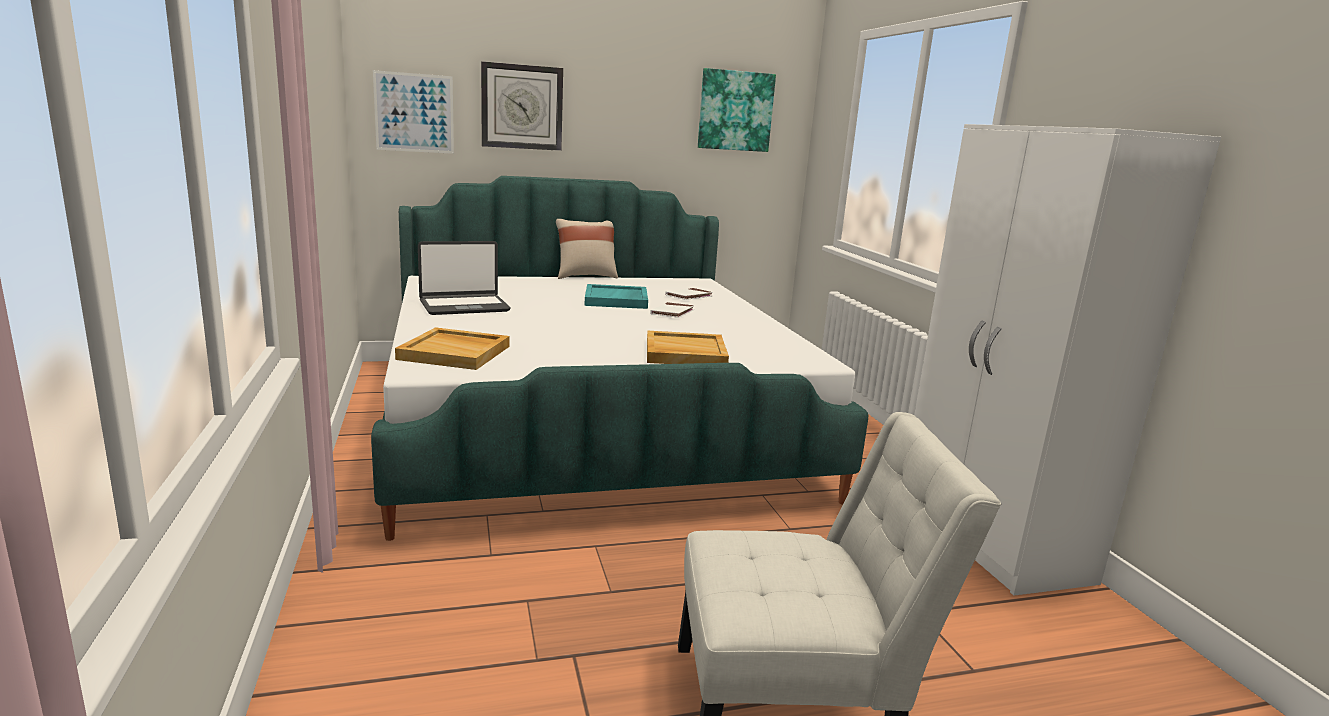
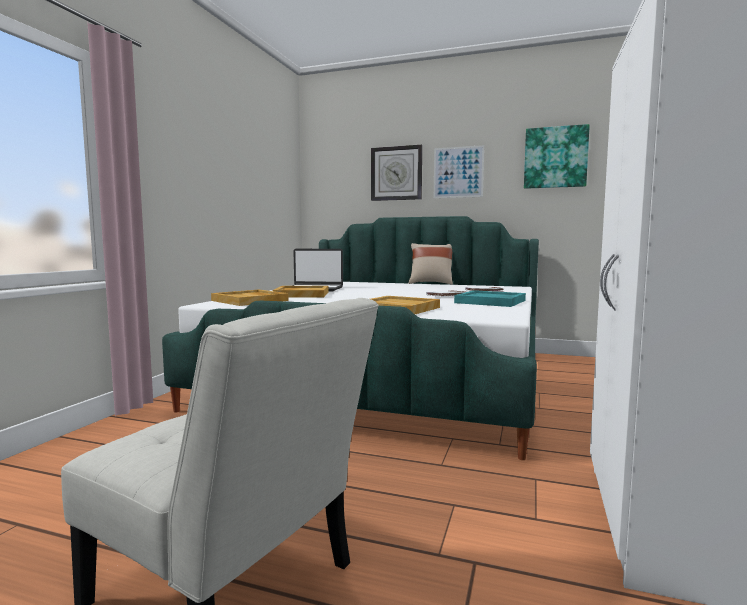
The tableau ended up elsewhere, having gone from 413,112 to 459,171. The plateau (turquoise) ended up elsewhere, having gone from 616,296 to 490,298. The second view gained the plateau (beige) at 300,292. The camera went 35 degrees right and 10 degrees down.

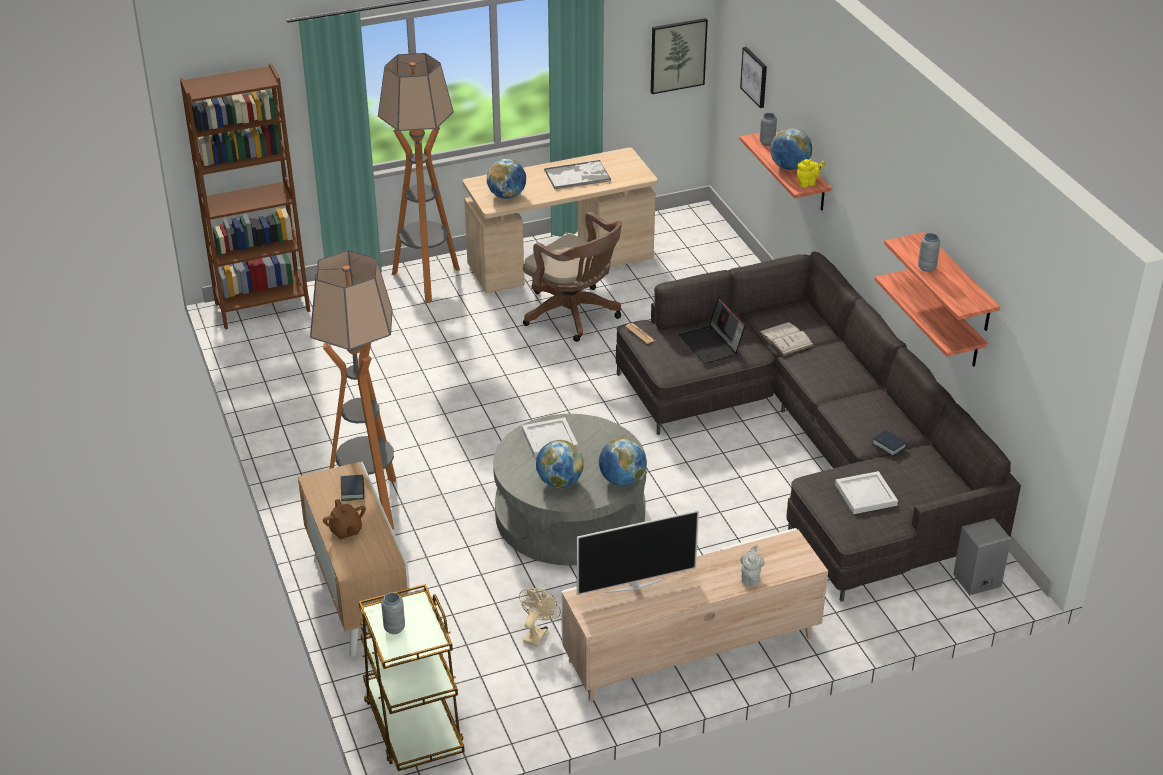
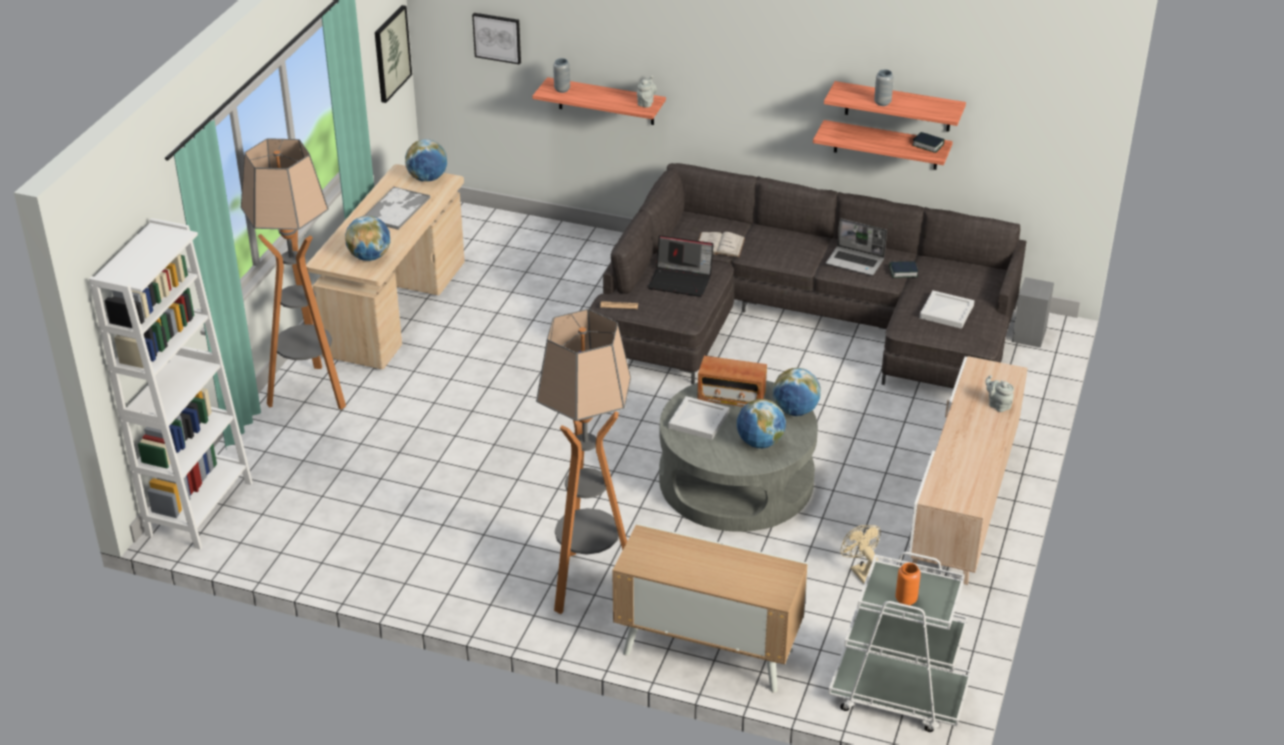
What was the bibliothèque (marron) at 245,196 turned into the bibliothèque (blanc) at 171,384. The globe ended up elsewhere, having gone from 791,149 to 426,160. What was the théière (jaune) at 811,173 turned into the théière (gris) at 647,92. The second view lost the chaise de bureau (marron) at 572,277. The livre ended up elsewhere, having gone from 352,488 to 928,142. The second view lost the théière (marron) at 344,519. The second view lost the téléviseur at 638,552. What was the chariot (marron) at 412,677 turned into the chariot (blanc) at 900,642. What was the vase (gris) at 393,613 turned into the vase (orange) at 908,584. The second view gained the ordinateur portable at 856,246. The second view gained the radio at 732,381. The camera went 50 degrees left and 0 degrees up.

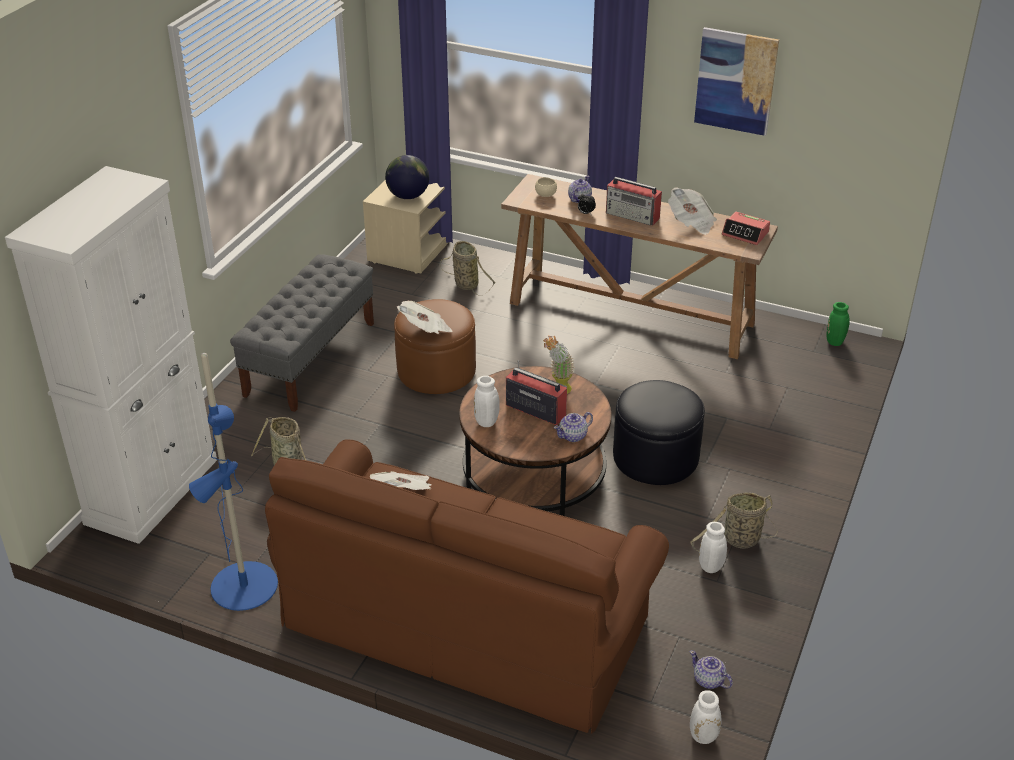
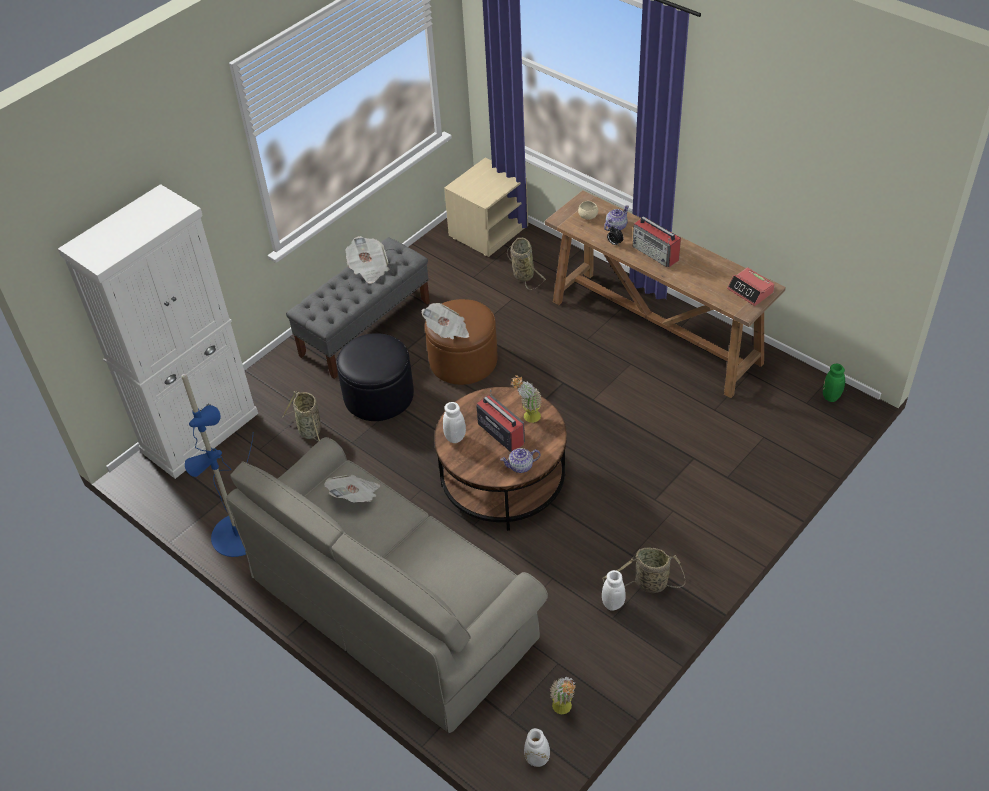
The second view lost the tableau at 736,81. The second view lost the globe at 407,177. The journal ended up elsewhere, having gone from 692,211 to 367,260. The pouf (noir) ended up elsewhere, having gone from 659,432 to 375,377. What was the canapé (marron) at 467,586 turned into the canapé (gris) at 387,585. Where the théière stood at 711,669, the plante en pot came to stand at 563,695. The camera went 20 degrees right and 10 degrees up.

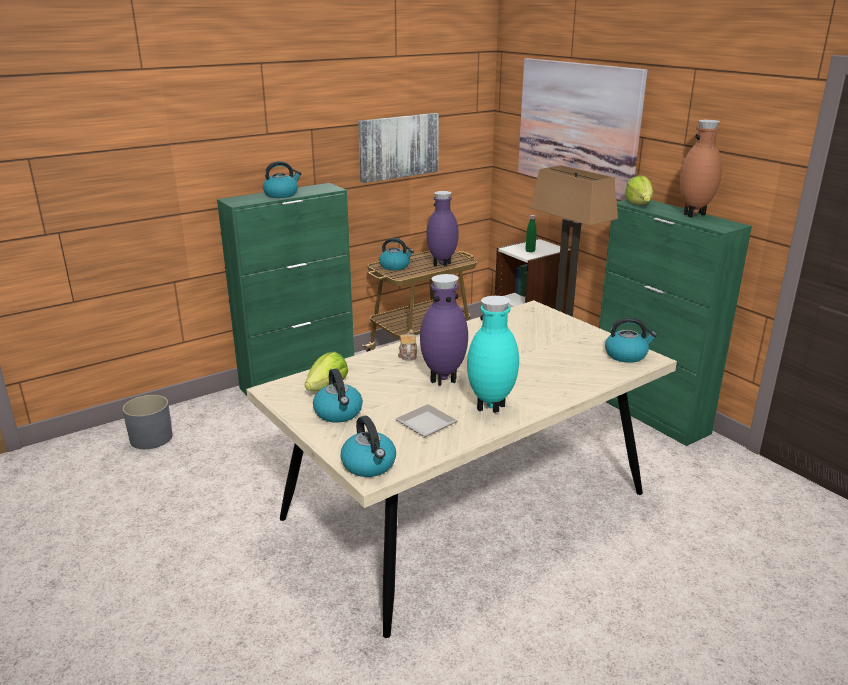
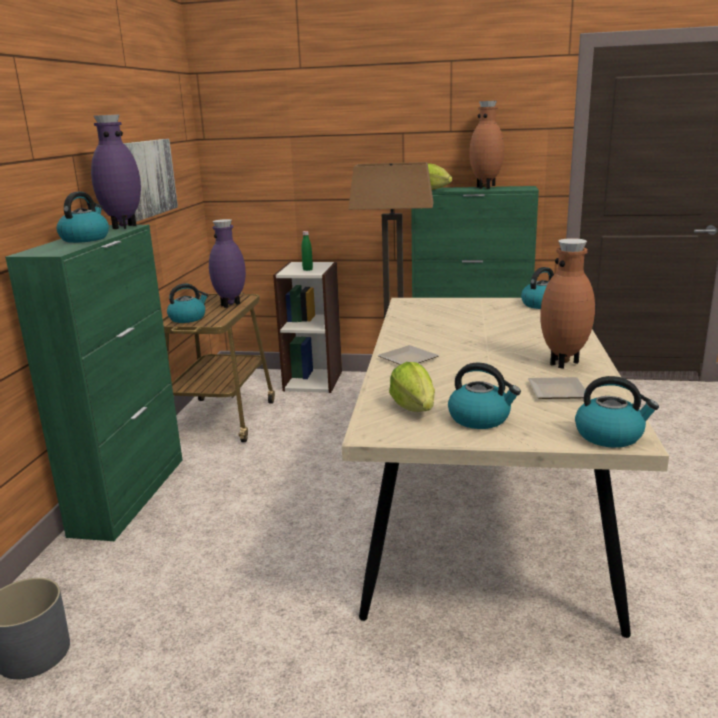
The second view lost the tableau at 583,129. The vase (violet) ended up elsewhere, having gone from 444,330 to 116,171. What was the vase (turquoise) at 493,354 turned into the vase (marron) at 567,303. Where the théière stood at 407,345, the assiette came to stand at 408,355. The camera went 45 degrees left and 5 degrees down.

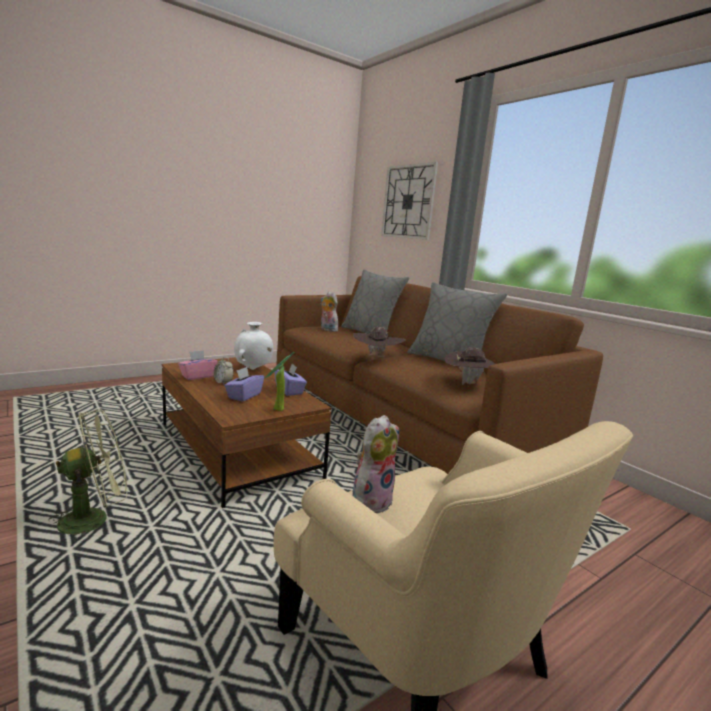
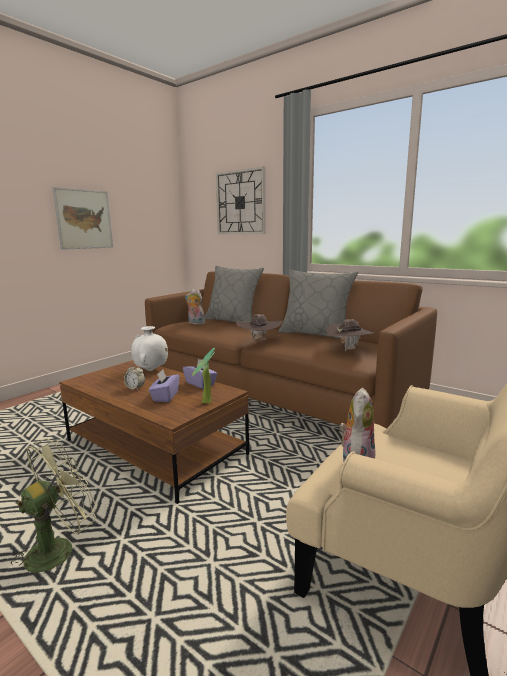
The second view lost the boîte à mouchoirs (rose) at 198,365. The second view gained the tableau at 82,218. The camera went 15 degrees left and 0 degrees up.

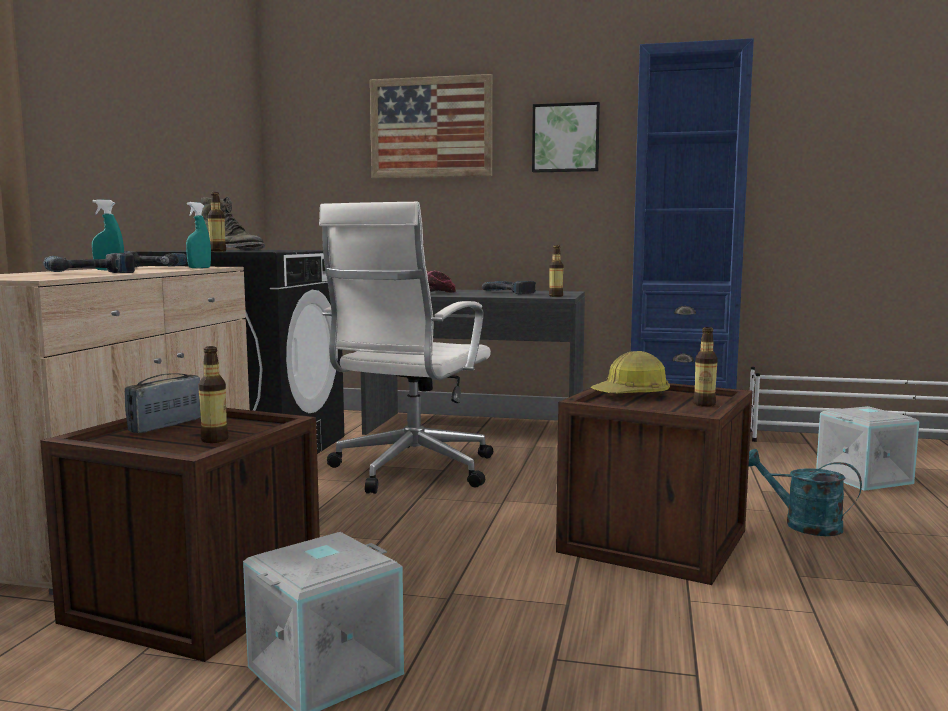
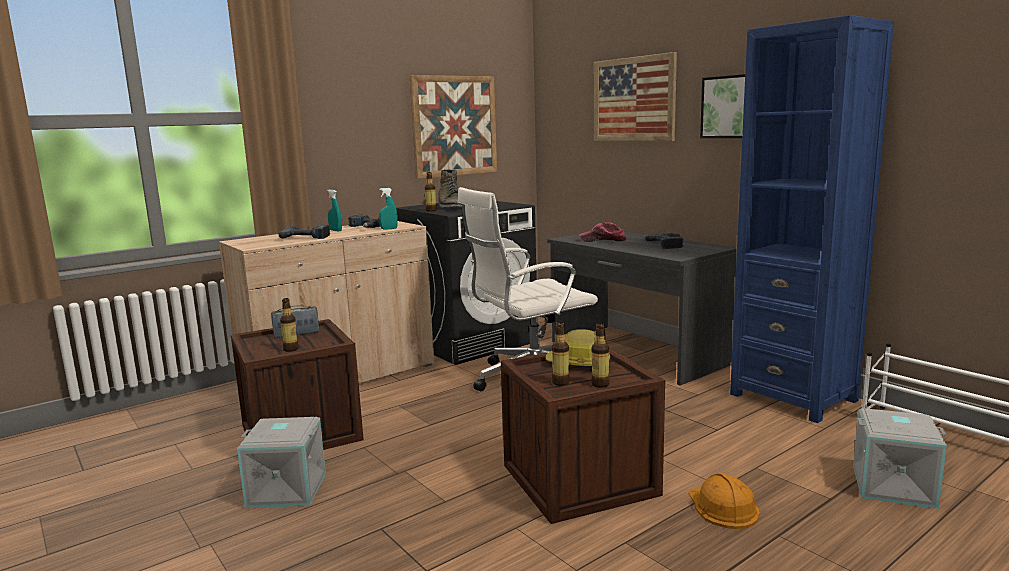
The bouteille ended up elsewhere, having gone from 556,271 to 561,354. Where the arrosoir (turquoise) stood at 805,492, the casque de chantier (orange) came to stand at 724,501. The second view gained the tableau at 453,127. The camera went 40 degrees right and 5 degrees up.

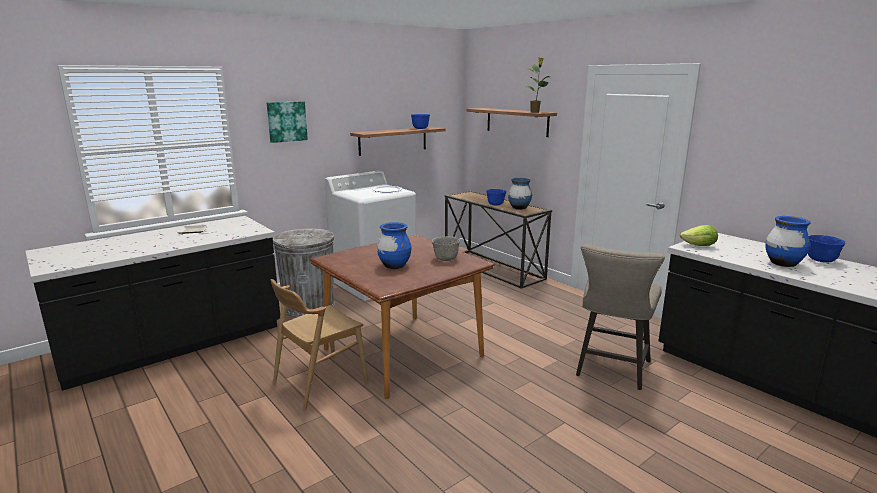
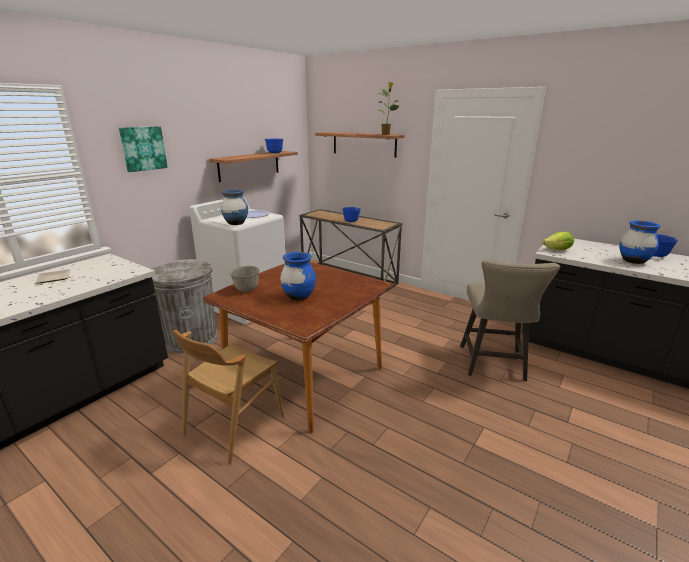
The vase (bleu) ended up elsewhere, having gone from 520,194 to 234,207. The bol (gris) ended up elsewhere, having gone from 446,248 to 244,279. The camera went 15 degrees left and 5 degrees up.

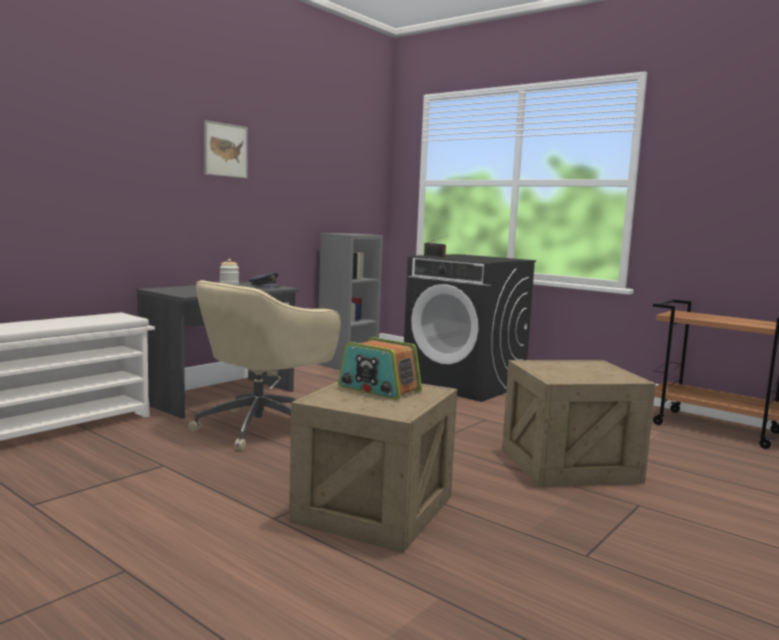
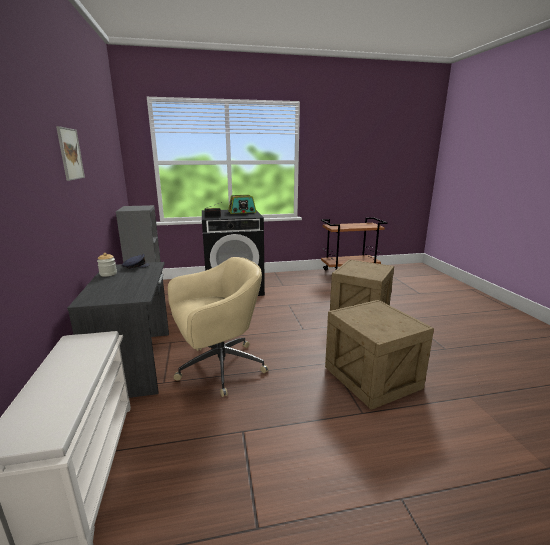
The chaise de bureau (beige) at 264,365 ended up facing another way, 105 degrees counterclockwise from before. The radio ended up elsewhere, having gone from 380,368 to 242,204. The camera went 50 degrees left and 10 degrees up.

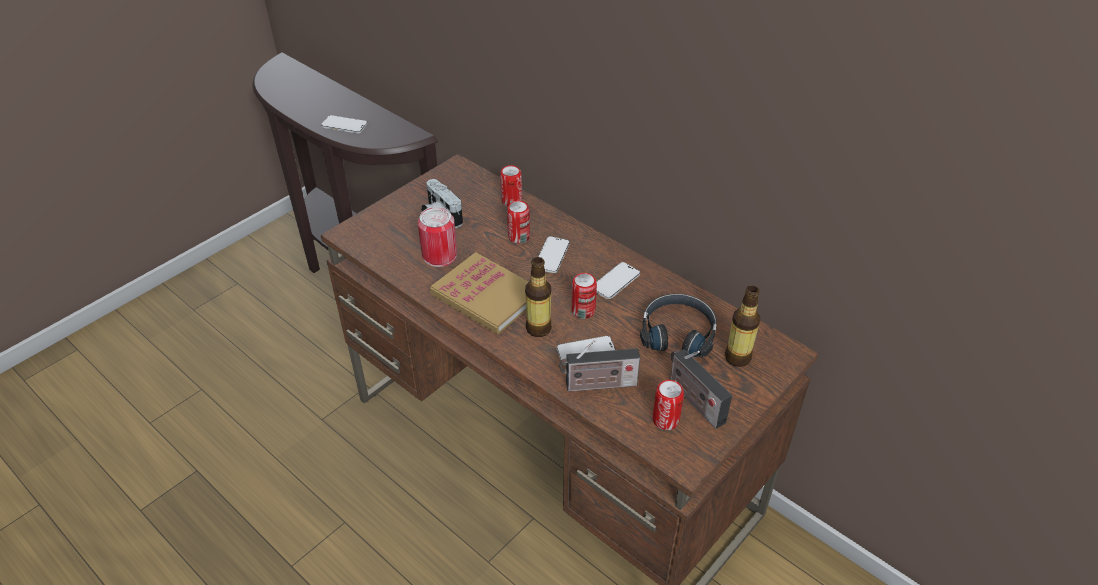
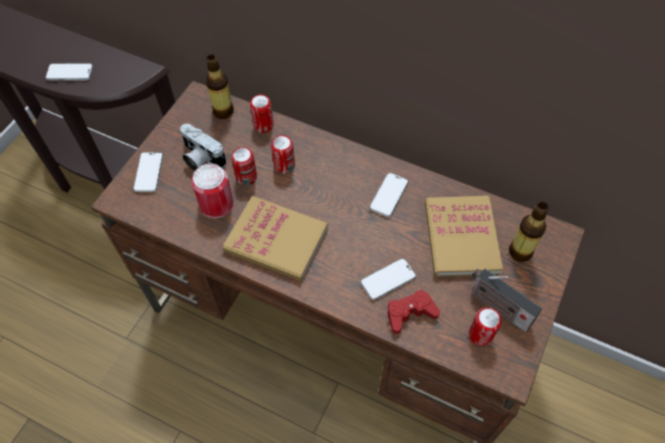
The téléphone ended up elsewhere, having gone from 554,254 to 148,172. The bouteille ended up elsewhere, having gone from 538,297 to 220,86. The boîte métallique ended up elsewhere, having gone from 584,296 to 244,166. Where the casque audio (noir) stood at 678,326, the livre came to stand at 464,236. Where the radio stood at 599,366, the manette (rouge) came to stand at 414,311. The camera went 15 degrees left and 15 degrees up.

